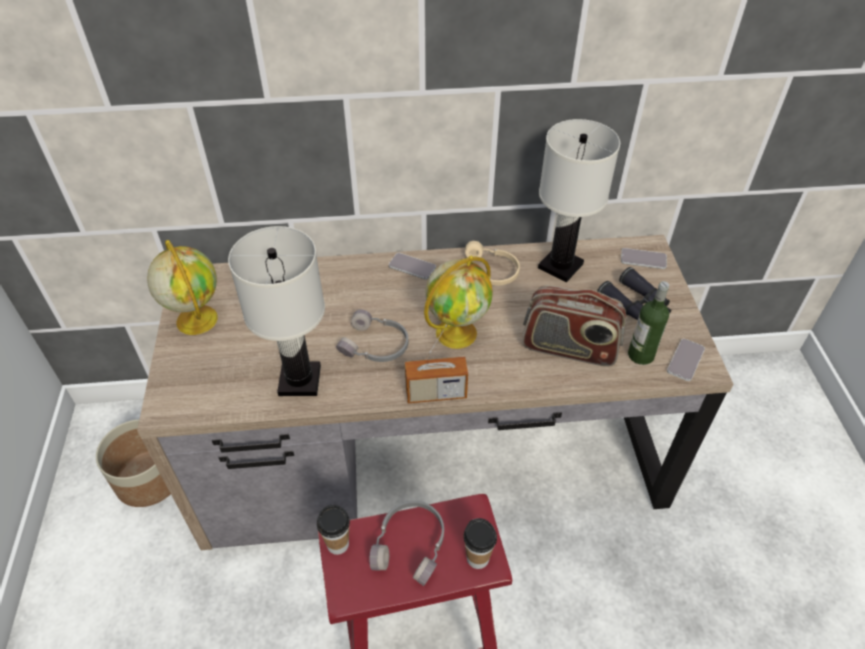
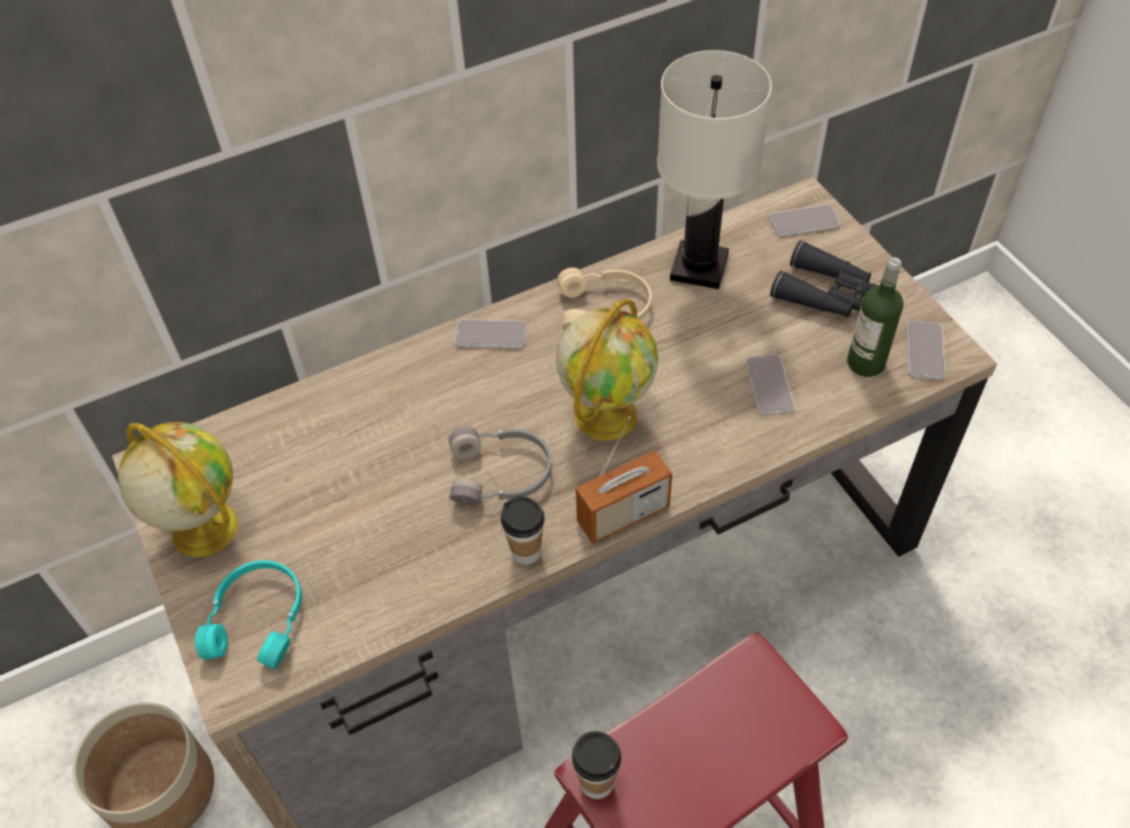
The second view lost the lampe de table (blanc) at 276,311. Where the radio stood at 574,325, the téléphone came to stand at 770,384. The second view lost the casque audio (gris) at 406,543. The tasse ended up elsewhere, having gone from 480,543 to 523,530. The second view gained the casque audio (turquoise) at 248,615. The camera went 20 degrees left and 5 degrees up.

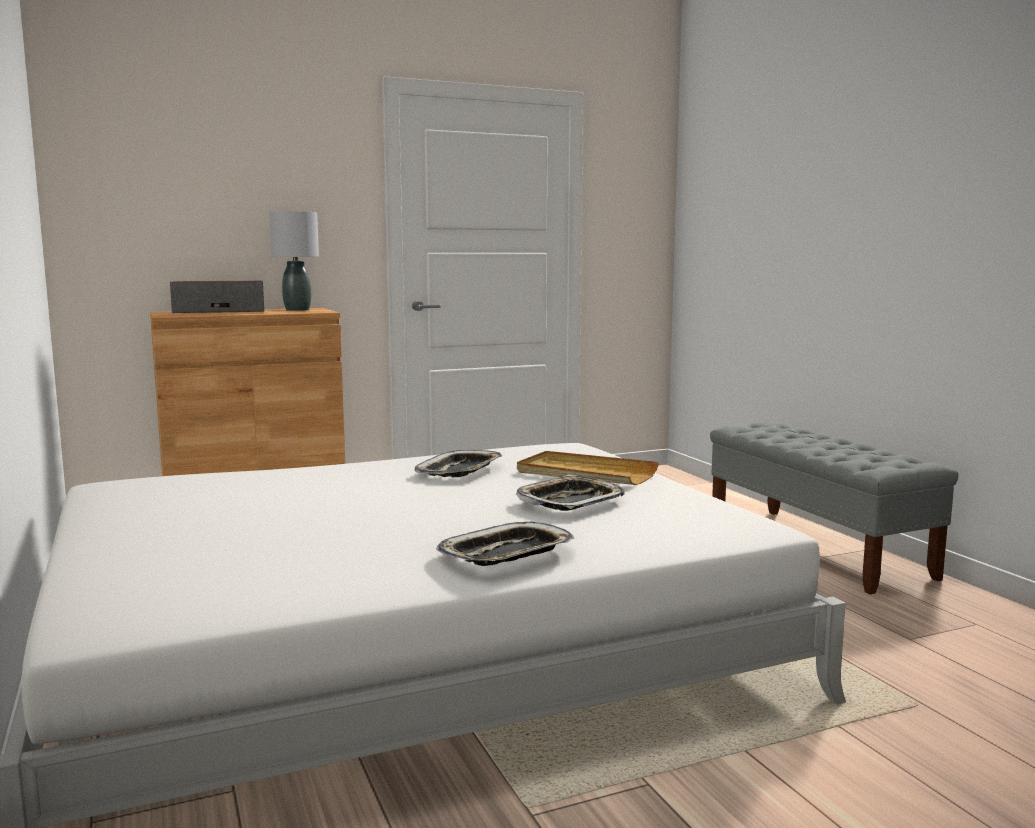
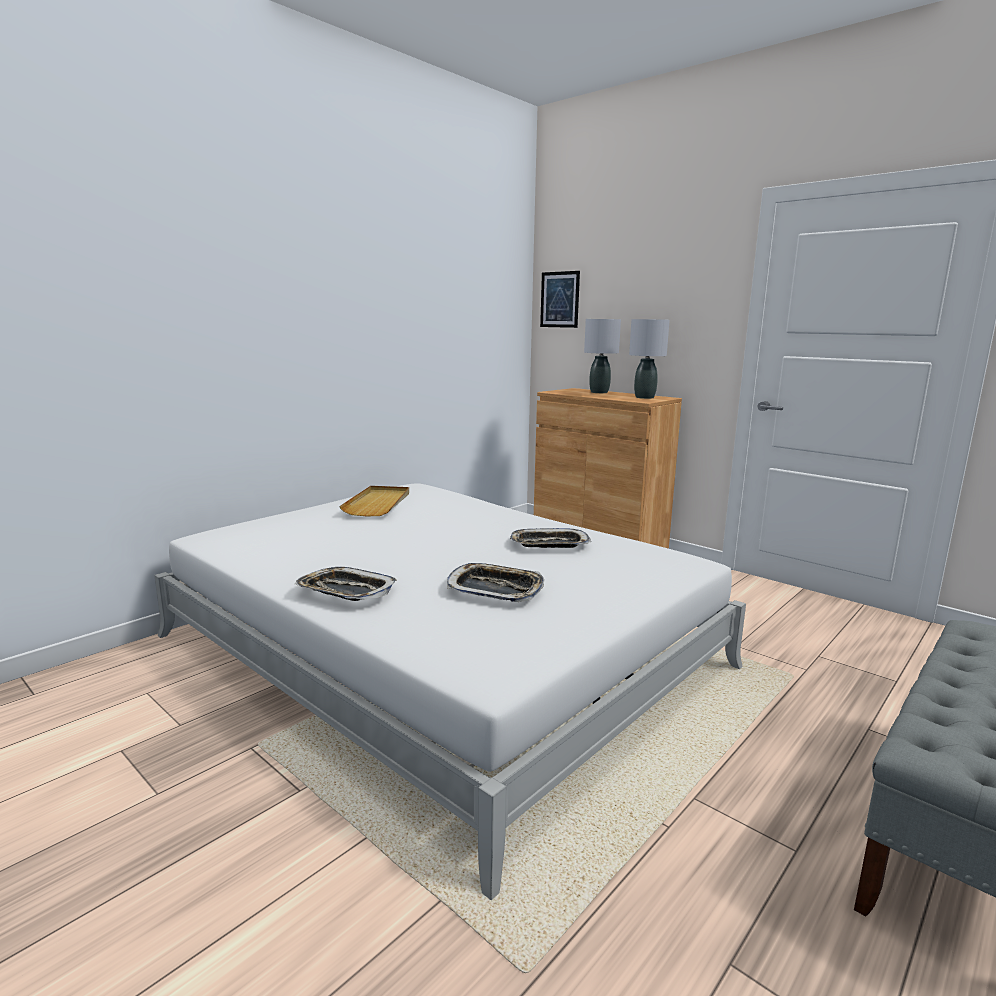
Where the enceinte stood at 217,297, the lampe de table (gris) came to stand at 602,356. The plateau (beige) ended up elsewhere, having gone from 588,468 to 374,501. The second view gained the tableau at 560,299. The camera went 65 degrees right and 5 degrees up.

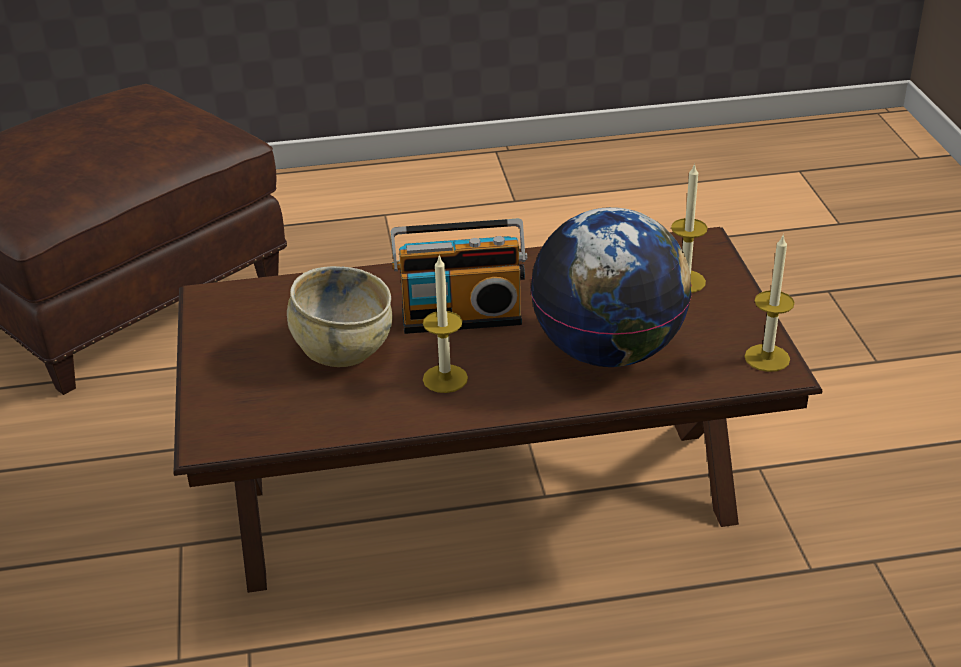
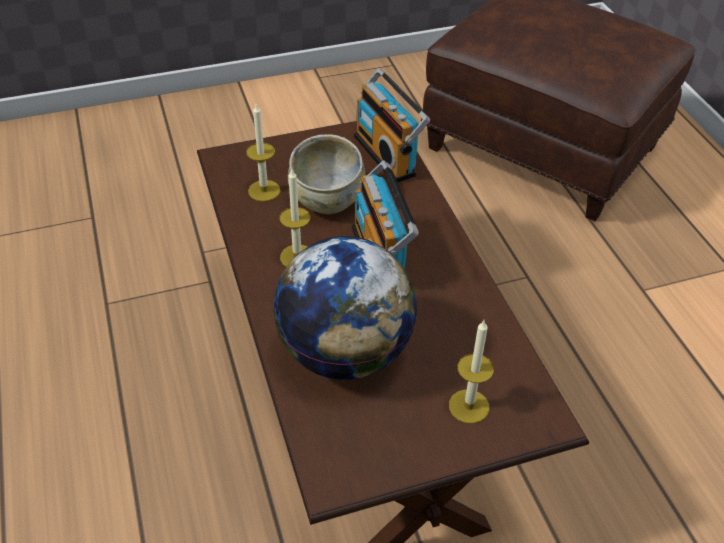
The bougie ended up elsewhere, having gone from 770,304 to 263,153. The second view gained the radio at 392,125. The camera went 80 degrees right and 10 degrees up.

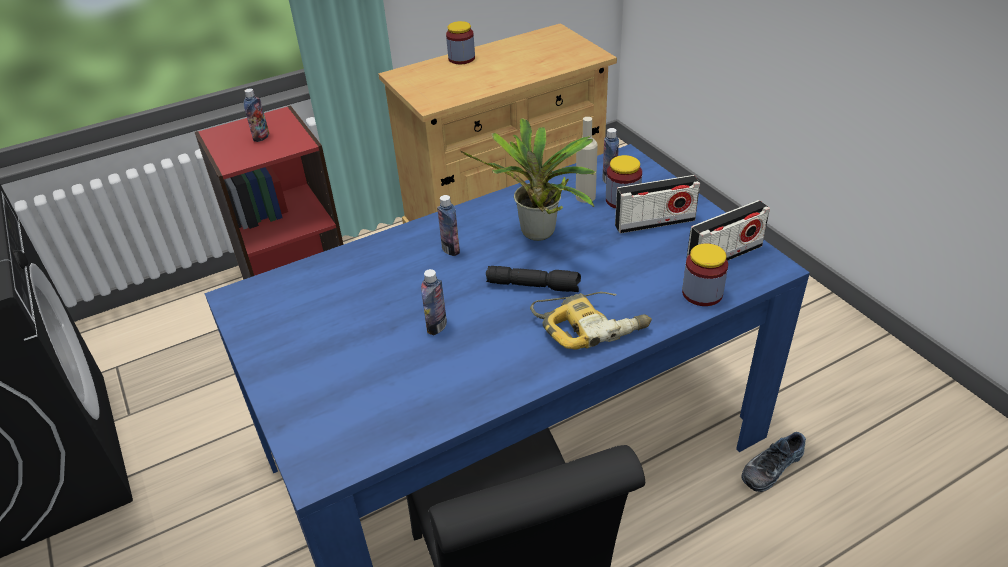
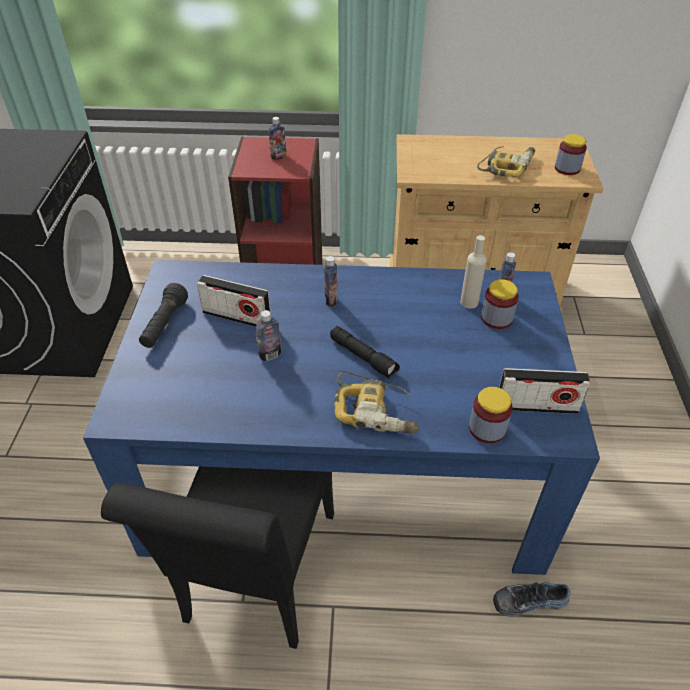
The bocal ended up elsewhere, having gone from 460,42 to 571,154. The second view lost the plante en pot at 528,179. The radio ended up elsewhere, having gone from 657,204 to 234,301. The second view gained the perceuse at 506,161. The second view gained the lampe de poche (noir) at 163,315. The camera went 30 degrees right and 5 degrees up.

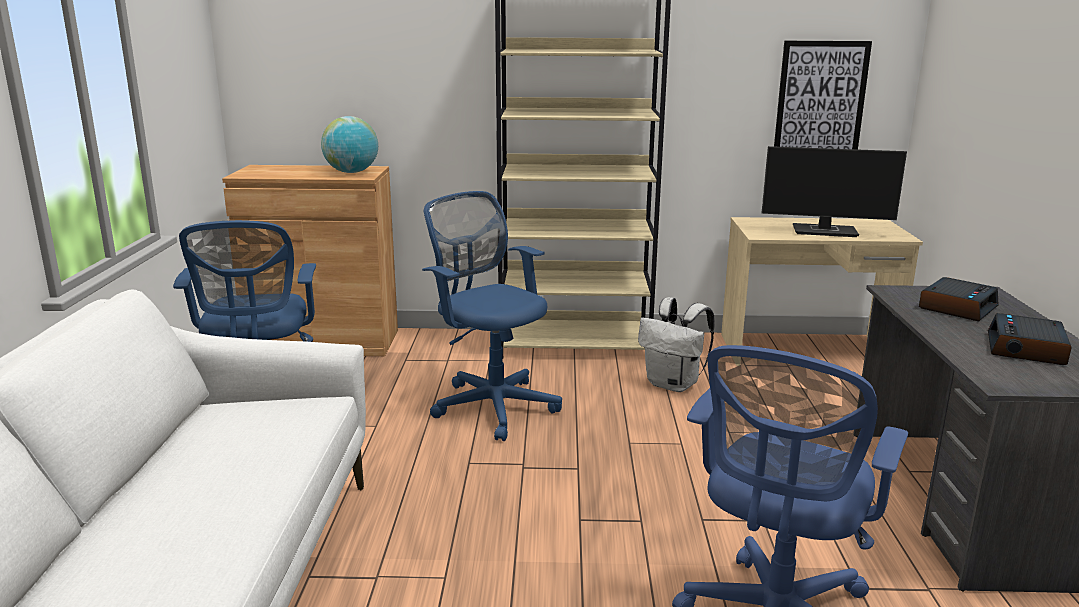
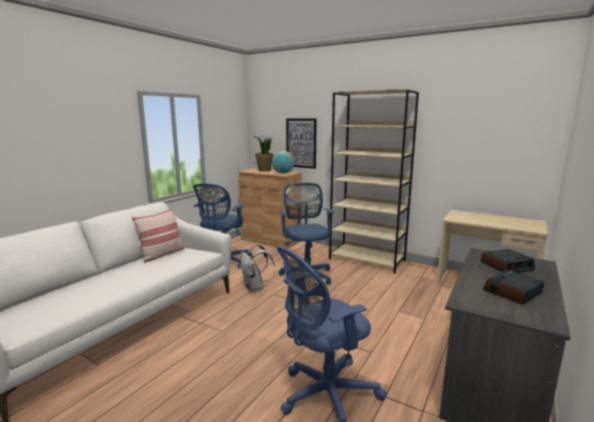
The tableau ended up elsewhere, having gone from 823,95 to 301,143. The second view lost the écran d'ordinateur at 834,191. The sac à dos (blanc) ended up elsewhere, having gone from 676,344 to 257,268. The second view gained the plante en pot at 263,154. The second view gained the coussin at 158,235. The camera went 30 degrees right and 5 degrees down.

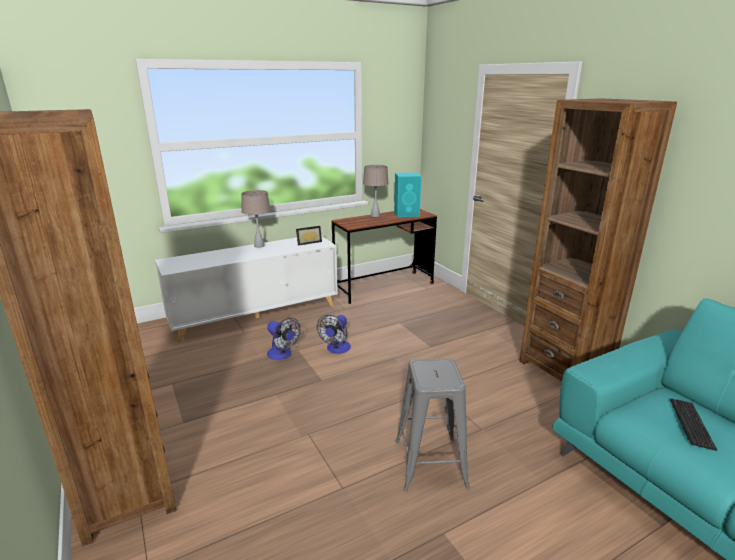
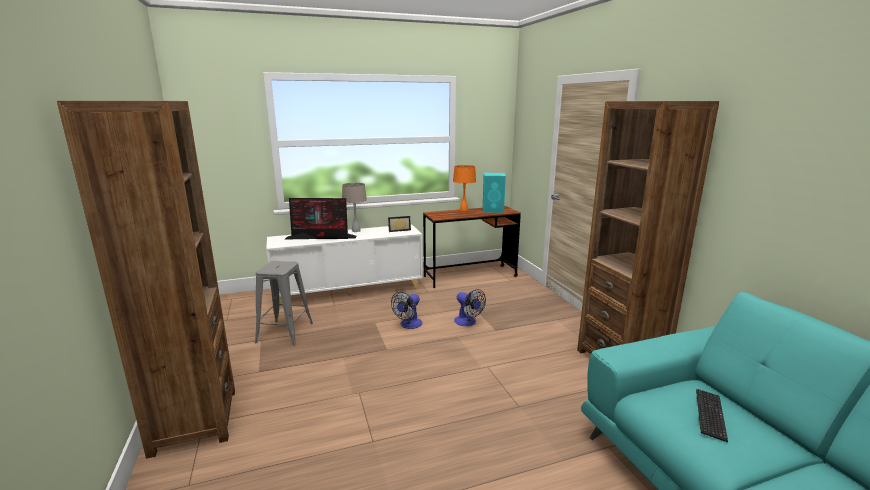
What was the lampe de table (beige) at 376,191 turned into the lampe de table (orange) at 464,188. The ventilateur ended up elsewhere, having gone from 283,339 to 470,307. The tabouret (gris) ended up elsewhere, having gone from 432,425 to 284,303. The second view gained the écran d'ordinateur at 320,219. The camera went 10 degrees right and 5 degrees down.

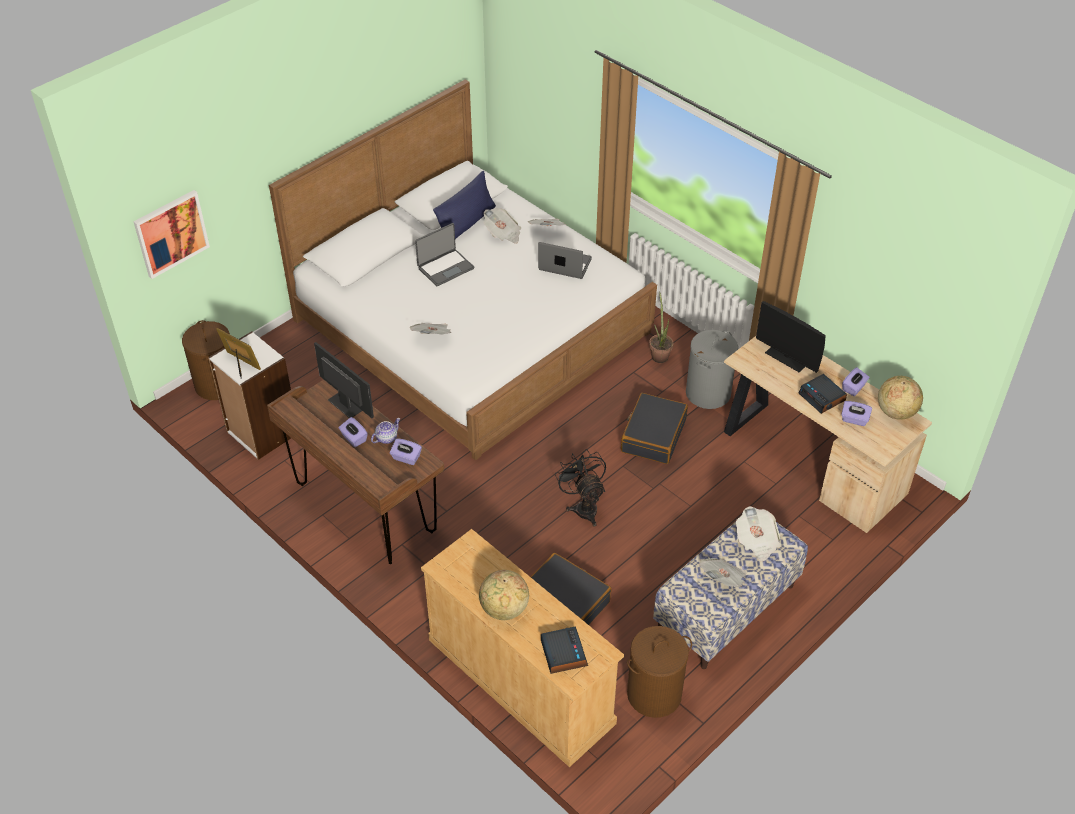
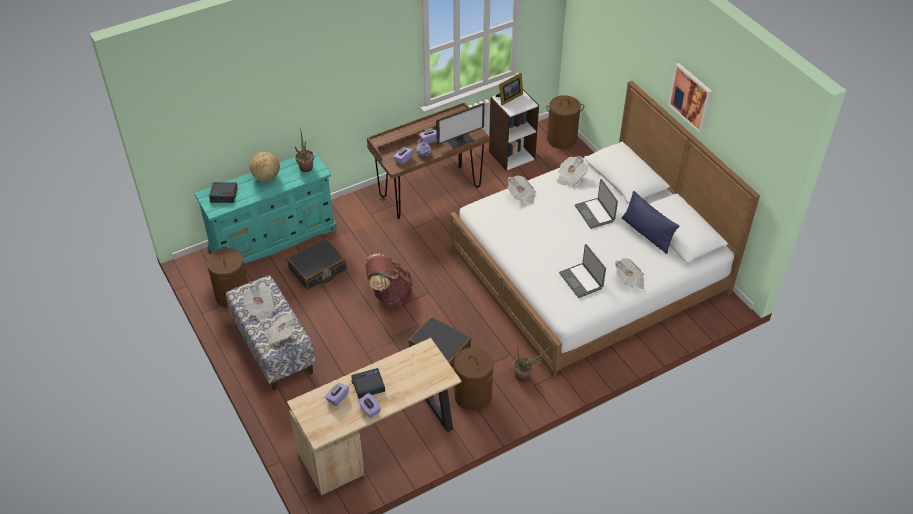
The tableau ended up elsewhere, having gone from 172,234 to 690,98. The journal ended up elsewhere, having gone from 502,226 to 572,171. The ordinateur portable at 565,260 ended up facing another way, 120 degrees clockwise from before. The second view lost the écran d'ordinateur at 791,337. What was the panier à linge (gris) at 712,369 turned into the panier à linge (marron) at 474,379. The second view lost the globe at 900,398. Where the ventilateur (noir) stood at 580,488, the sac à dos (marron) came to stand at 389,279. What was the commode (beige) at 522,648 turned into the commode (turquoise) at 265,207. The second view gained the plante en pot at 304,149. The camera went 105 degrees right and 0 degrees up.

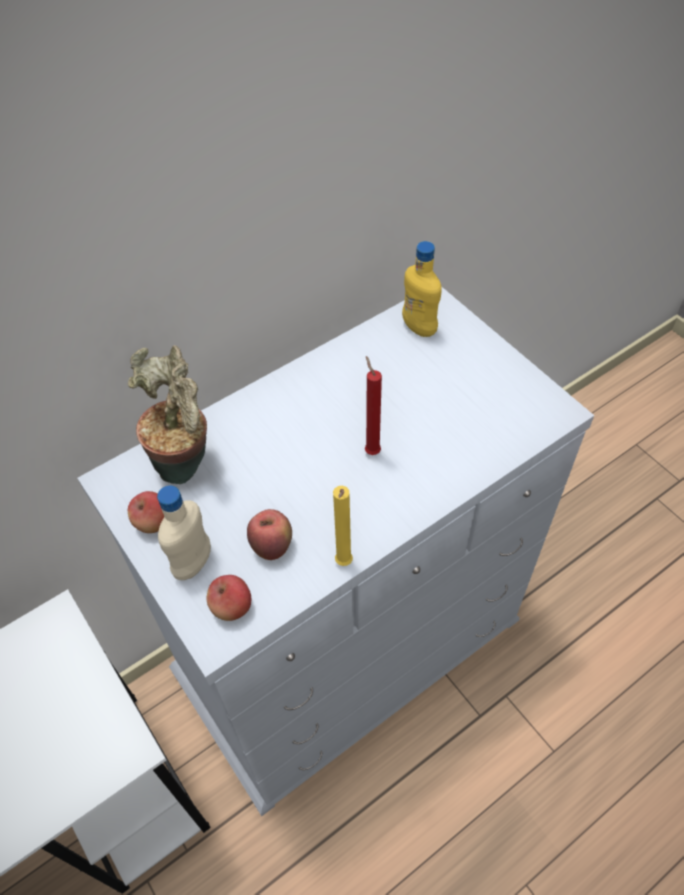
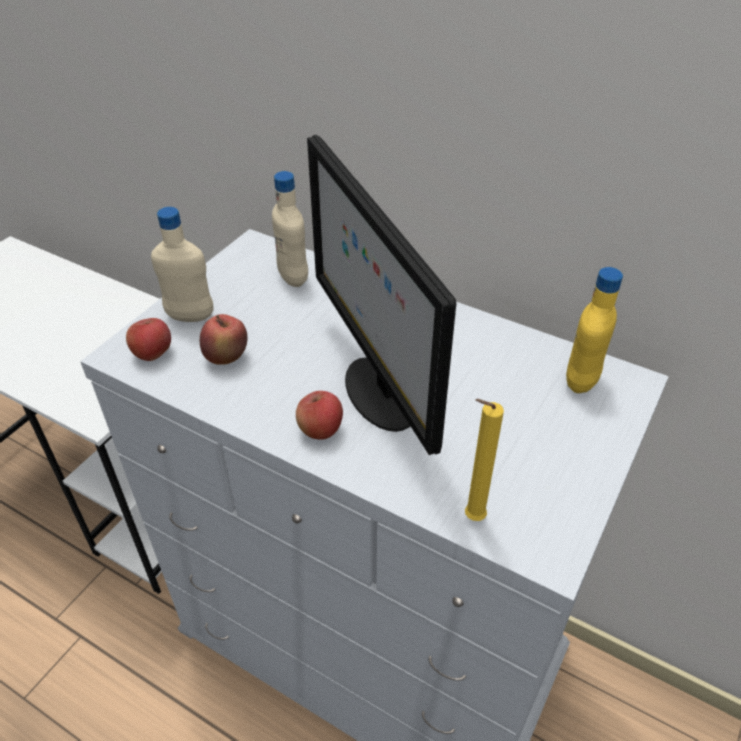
Where the plante en pot stood at 167,414, the bouteille (beige) came to stand at 290,229. Where the bougie (rouge) stood at 373,405, the écran d'ordinateur came to stand at 381,295. The bougie (jaune) ended up elsewhere, having gone from 343,526 to 484,460. The pomme ended up elsewhere, having gone from 146,512 to 319,415. The camera went 65 degrees right and 10 degrees down.

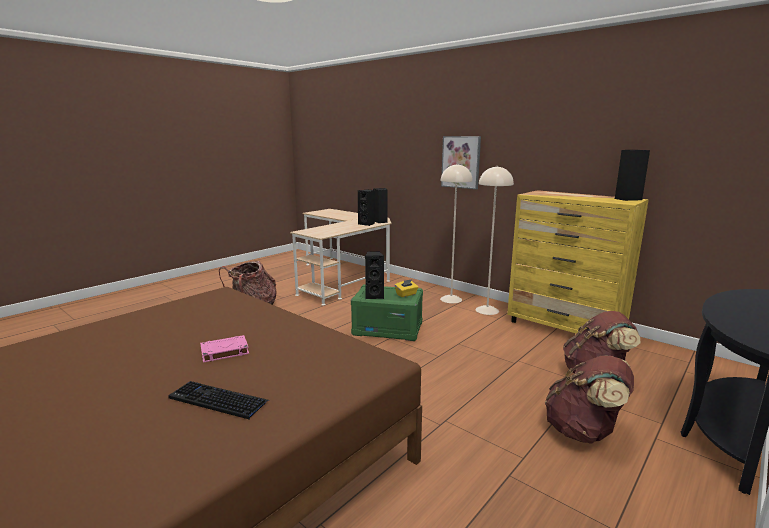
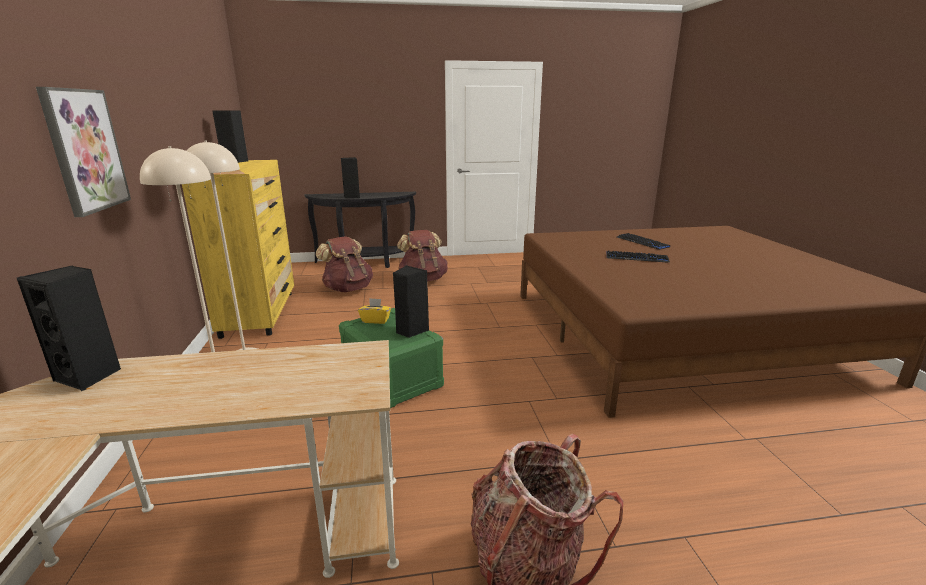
The enceinte (noir) ended up elsewhere, having gone from 366,208 to 350,177. Where the livre (rose) stood at 224,349, the clavier came to stand at 638,256. The camera went 140 degrees left and 5 degrees up.

